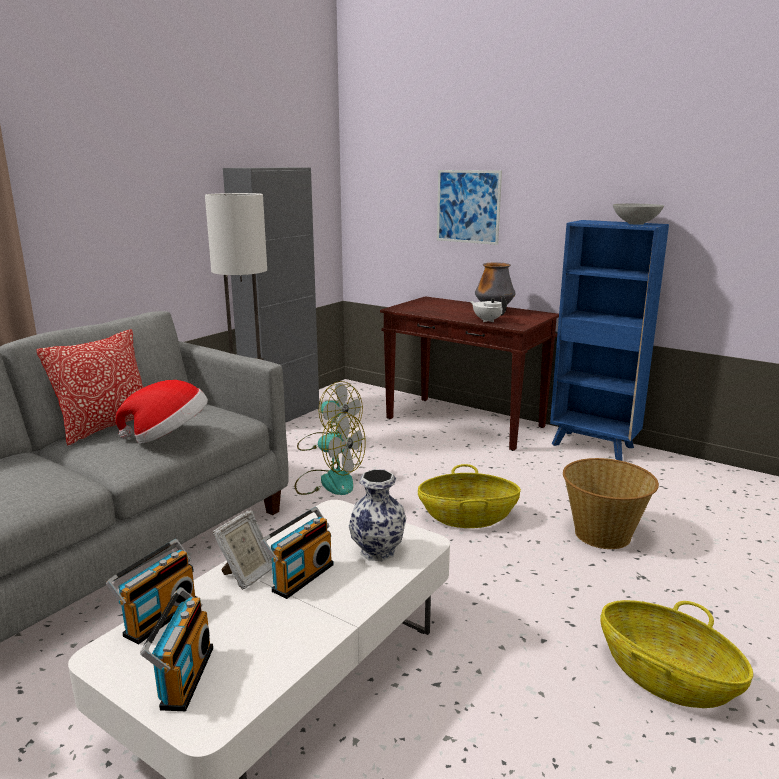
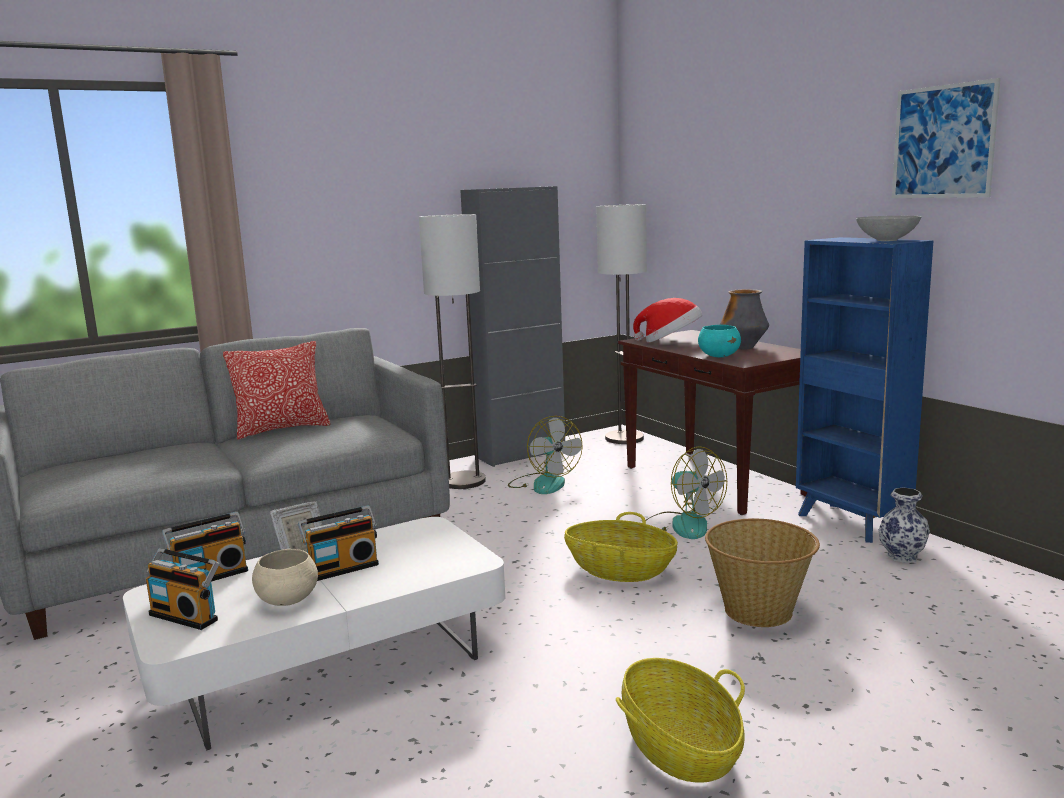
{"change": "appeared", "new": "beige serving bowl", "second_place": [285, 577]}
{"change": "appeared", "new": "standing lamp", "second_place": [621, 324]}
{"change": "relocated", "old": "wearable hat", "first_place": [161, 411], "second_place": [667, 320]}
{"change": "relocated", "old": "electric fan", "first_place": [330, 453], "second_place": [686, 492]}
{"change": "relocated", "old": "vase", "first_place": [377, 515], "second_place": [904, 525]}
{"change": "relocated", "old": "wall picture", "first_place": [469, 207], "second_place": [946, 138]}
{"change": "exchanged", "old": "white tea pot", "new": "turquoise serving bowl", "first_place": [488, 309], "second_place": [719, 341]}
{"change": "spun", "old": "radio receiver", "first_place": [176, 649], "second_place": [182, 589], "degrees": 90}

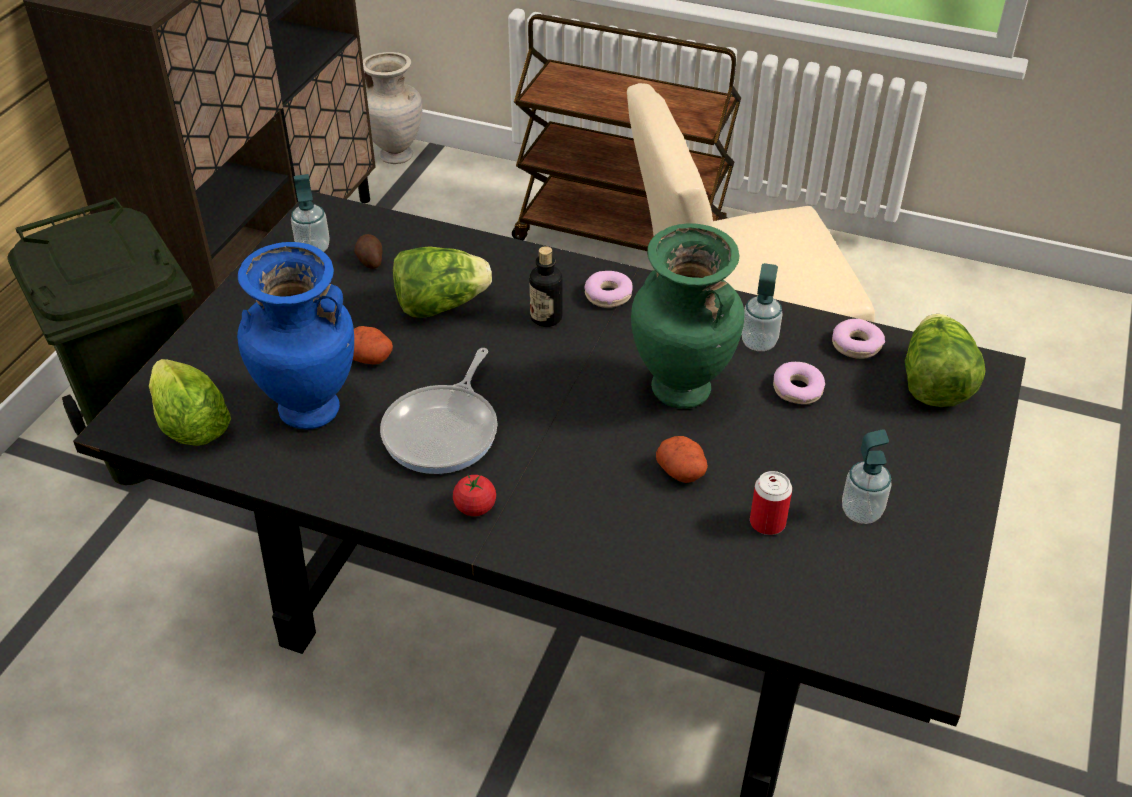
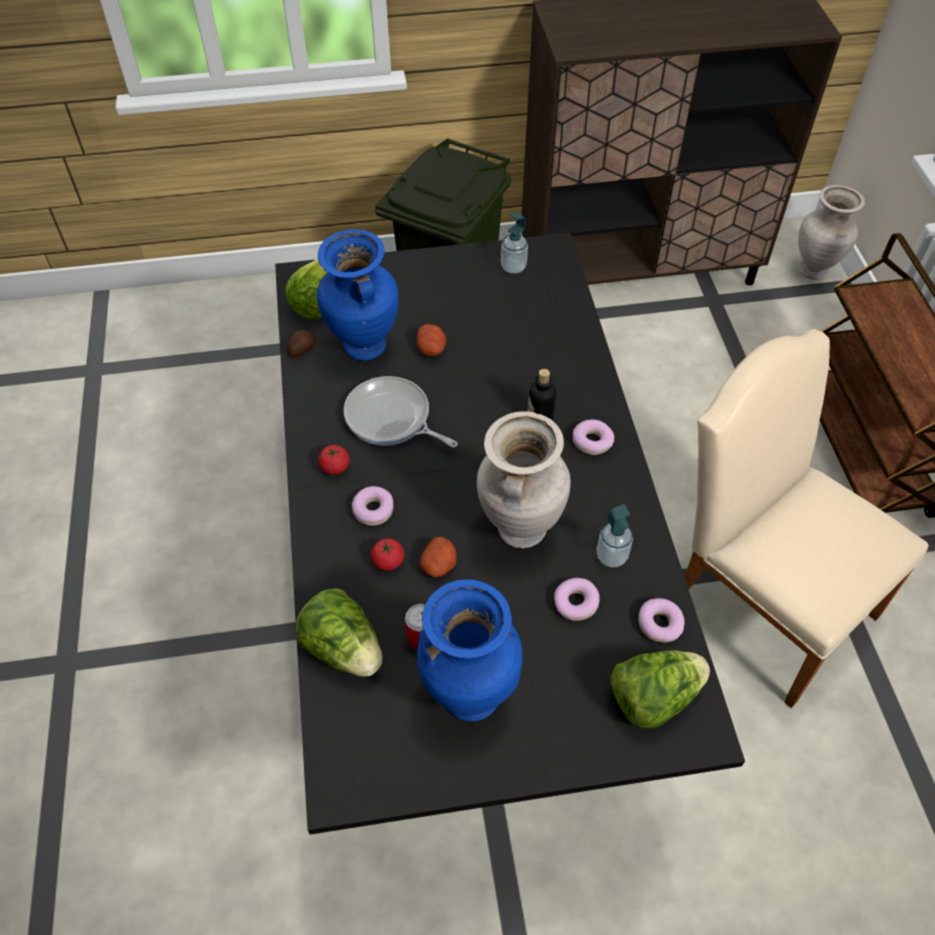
{"change": "appeared", "new": "donut", "second_place": [373, 506]}
{"change": "appeared", "new": "tomato", "second_place": [387, 554]}
{"change": "relocated", "old": "spud", "first_place": [368, 251], "second_place": [301, 343]}
{"change": "relocated", "old": "lettuce", "first_place": [442, 282], "second_place": [339, 632]}
{"change": "exchanged", "old": "soap bottle", "new": "blue vase", "first_place": [867, 476], "second_place": [470, 650]}
{"change": "colour", "old": "green vase", "new": "beige vase", "first_place": [688, 316], "second_place": [524, 480]}
{"change": "spun", "old": "skillet", "first_place": [439, 411], "second_place": [401, 412], "degrees": 45}

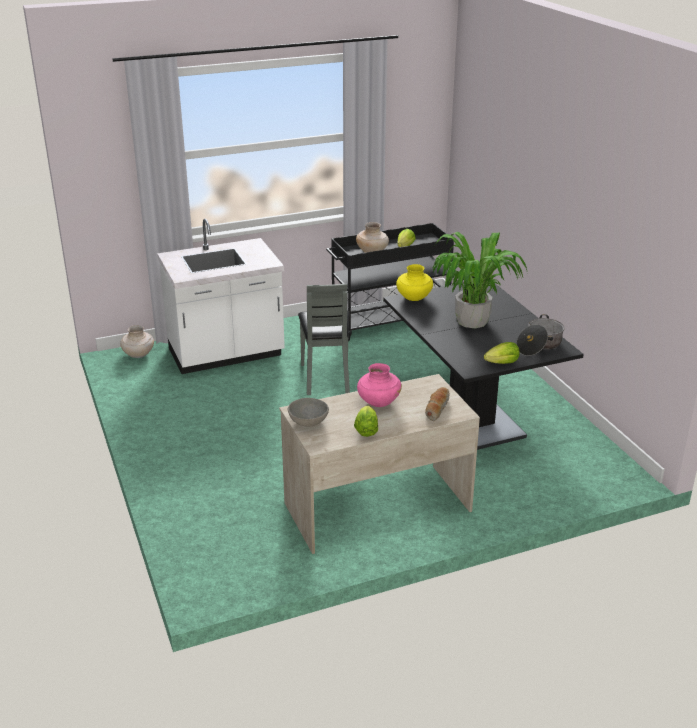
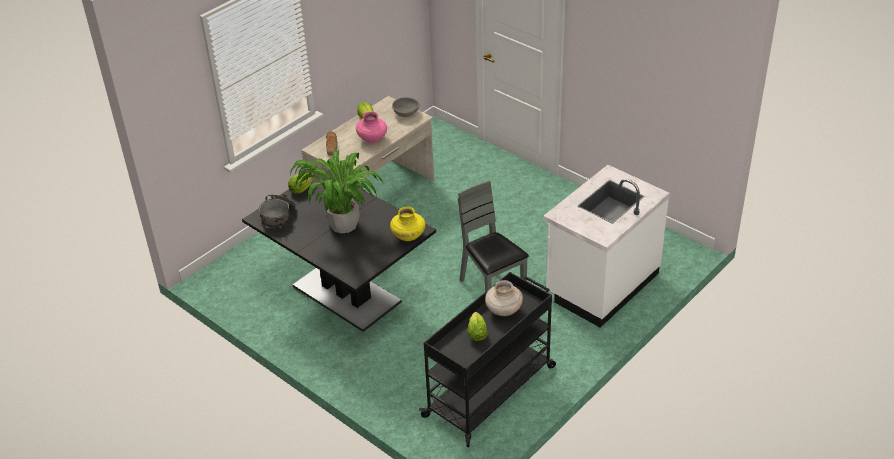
{"change": "missing", "old": "beige vase", "first_place": [137, 341]}

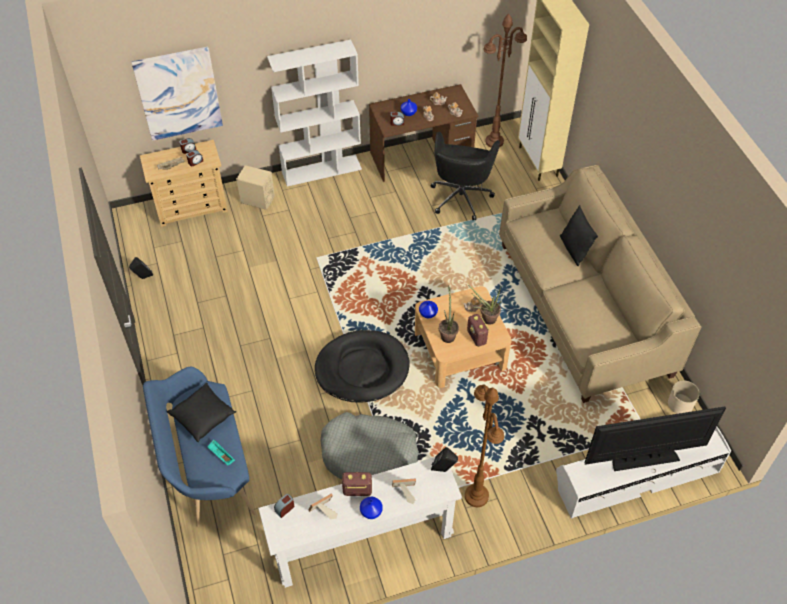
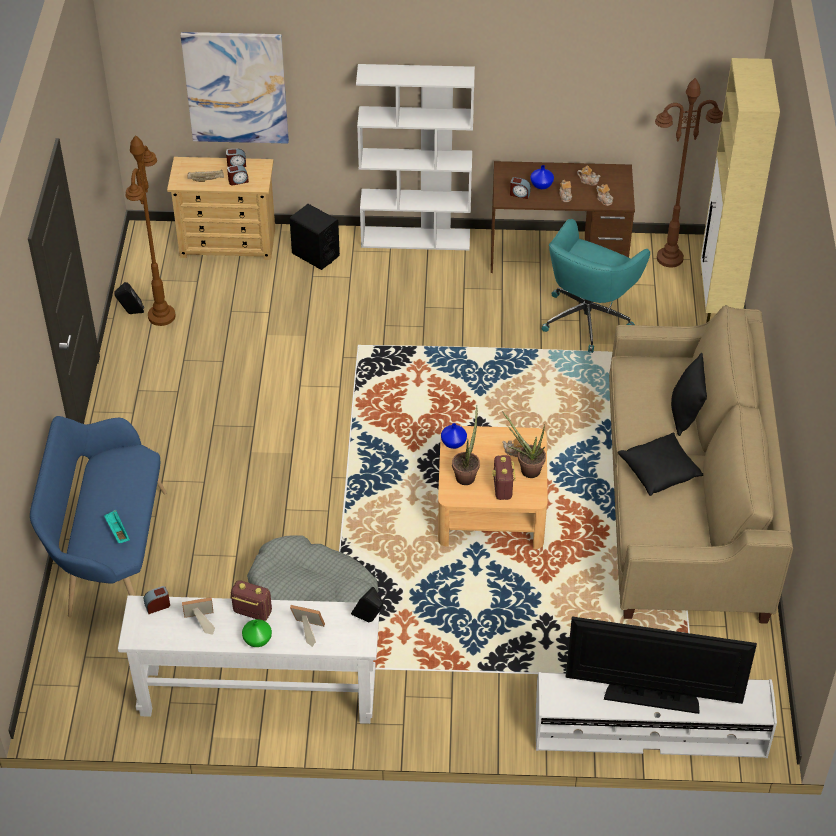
{"change": "missing", "old": "blackish dog bed", "first_place": [362, 366]}
{"change": "missing", "old": "beige plant pot", "first_place": [684, 397]}
{"change": "relocated", "old": "blackish cushion", "first_place": [201, 412], "second_place": [660, 464]}
{"change": "relocated", "old": "brownish standing lamp", "first_place": [484, 446], "second_place": [151, 230]}
{"change": "colour", "old": "beige loudspeaker", "new": "blackish loudspeaker", "first_place": [255, 187], "second_place": [315, 237]}
{"change": "colour", "old": "blue vase", "new": "green vase", "first_place": [371, 508], "second_place": [257, 633]}
{"change": "colour", "old": "blackish desk chair", "new": "turquoise desk chair", "first_place": [465, 176], "second_place": [595, 286]}

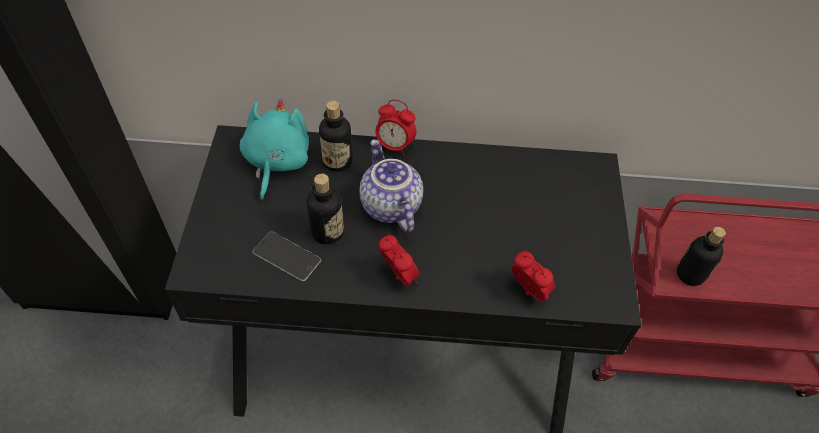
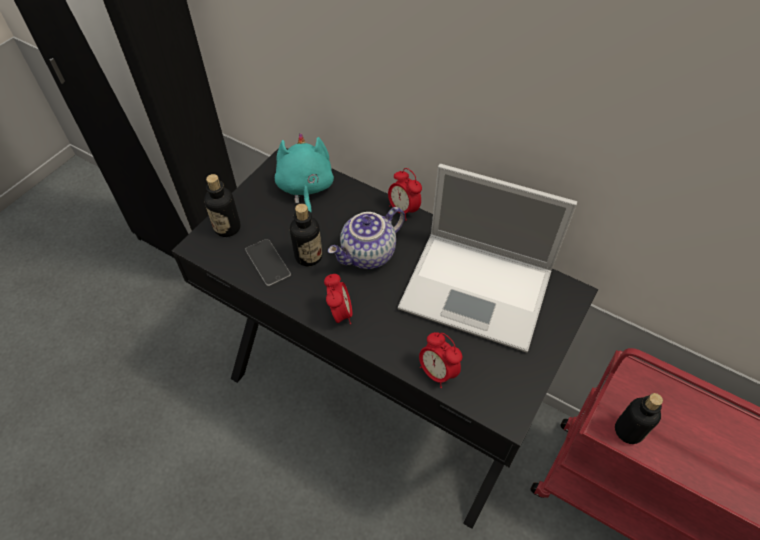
{"change": "appeared", "new": "portable computer", "second_place": [487, 258]}
{"change": "relocated", "old": "drink bottle", "first_place": [336, 136], "second_place": [222, 205]}
{"change": "spun", "old": "turquoise cuddly toy", "first_place": [274, 149], "second_place": [304, 172], "degrees": -45}
{"change": "spun", "old": "tea pot", "first_place": [391, 186], "second_place": [366, 238], "degrees": -135}
{"change": "spun", "old": "bedside clock", "first_place": [533, 276], "second_place": [440, 360], "degrees": 150}

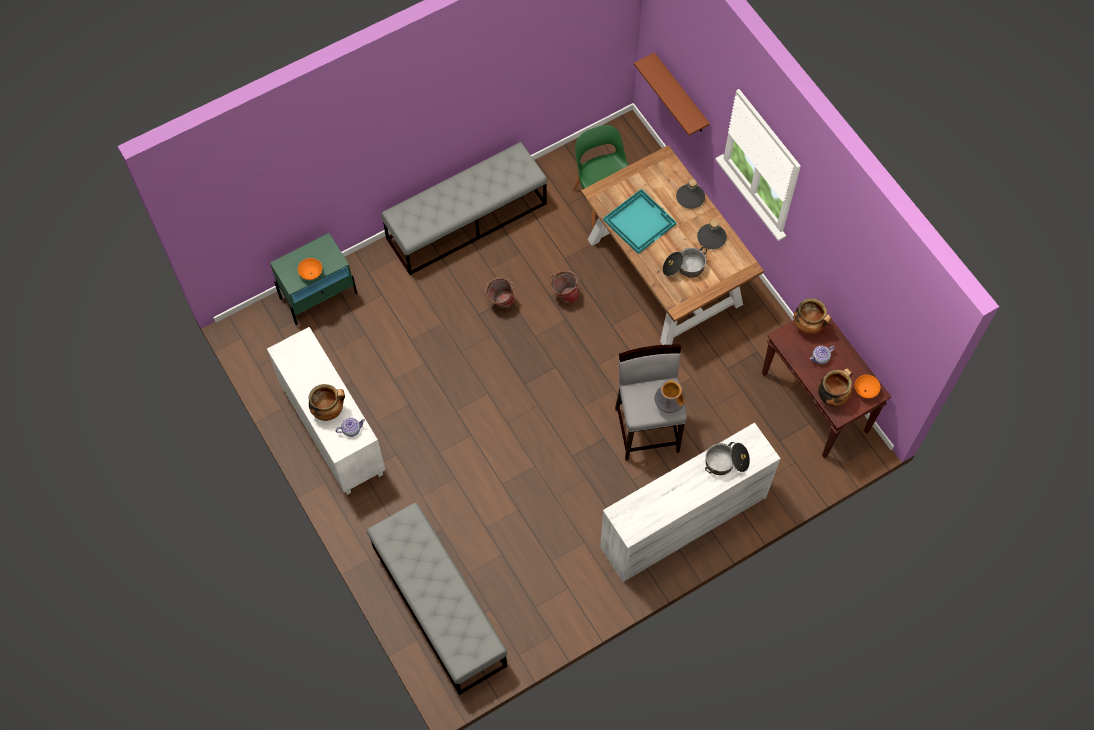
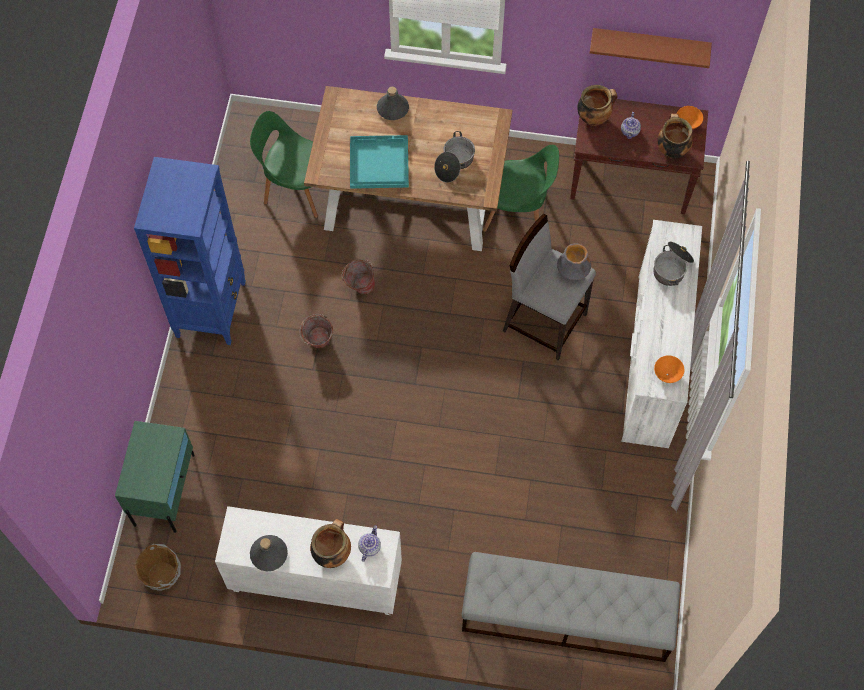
{"change": "appeared", "new": "brownish pail", "second_place": [158, 567]}
{"change": "appeared", "new": "green plain chair", "second_place": [521, 188]}
{"change": "relocated", "old": "orange serving bowl", "first_place": [310, 269], "second_place": [669, 369]}
{"change": "relocated", "old": "brownish bracket shelf", "first_place": [672, 94], "second_place": [651, 48]}
{"change": "relocated", "old": "grey drink bottle", "first_place": [712, 234], "second_place": [269, 553]}
{"change": "exchanged", "old": "grey indoor bench", "new": "blue bookcase", "first_place": [464, 208], "second_place": [190, 251]}

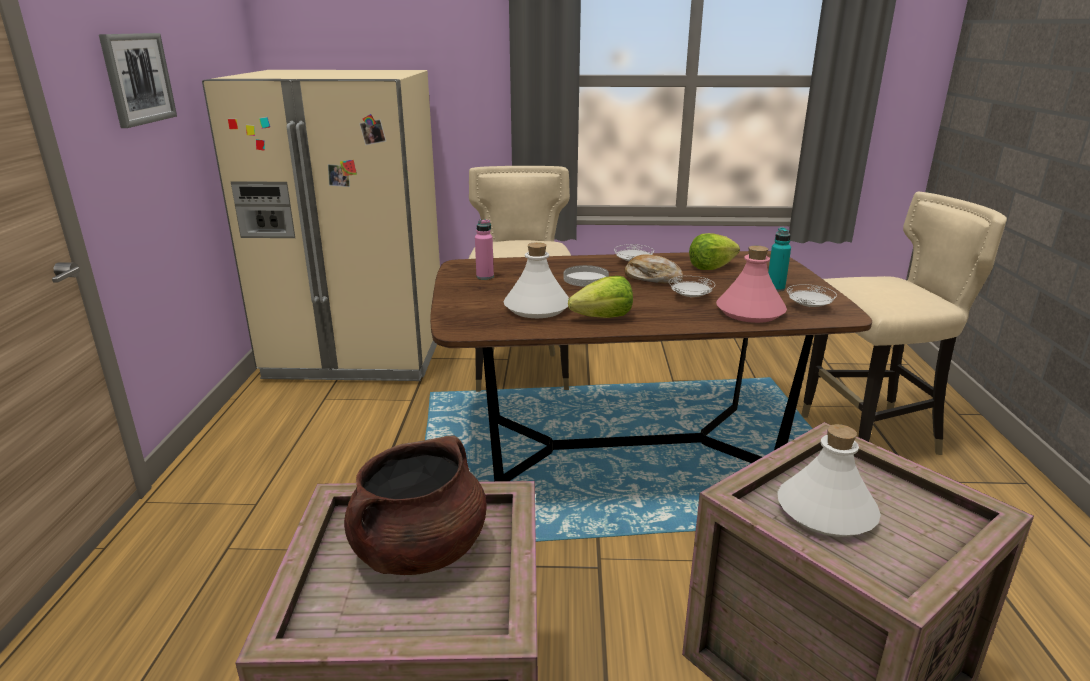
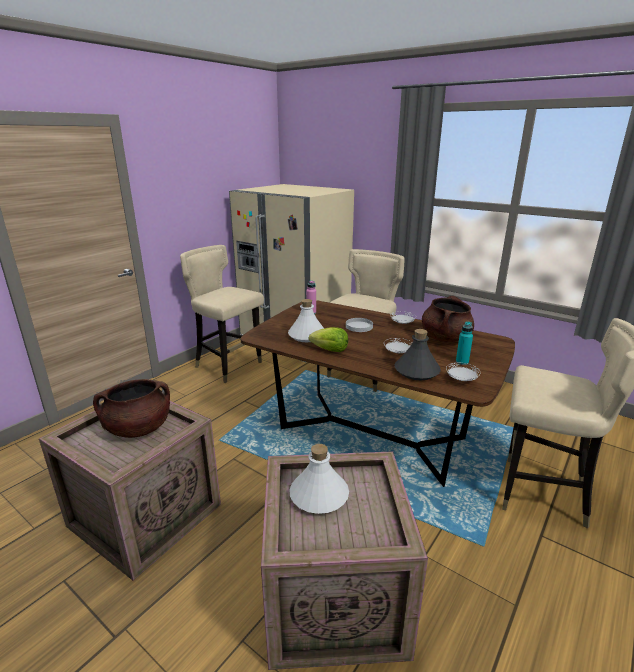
{"change": "missing", "old": "wall picture", "first_place": [138, 80]}
{"change": "missing", "old": "bakery bread", "first_place": [654, 269]}
{"change": "appeared", "new": "beige plain chair", "second_place": [222, 314]}
{"change": "exchanged", "old": "lettuce", "new": "brownish stockpot", "first_place": [714, 251], "second_place": [448, 319]}
{"change": "colour", "old": "pink-coloured drink bottle", "new": "grey drink bottle", "first_place": [751, 284], "second_place": [418, 354]}

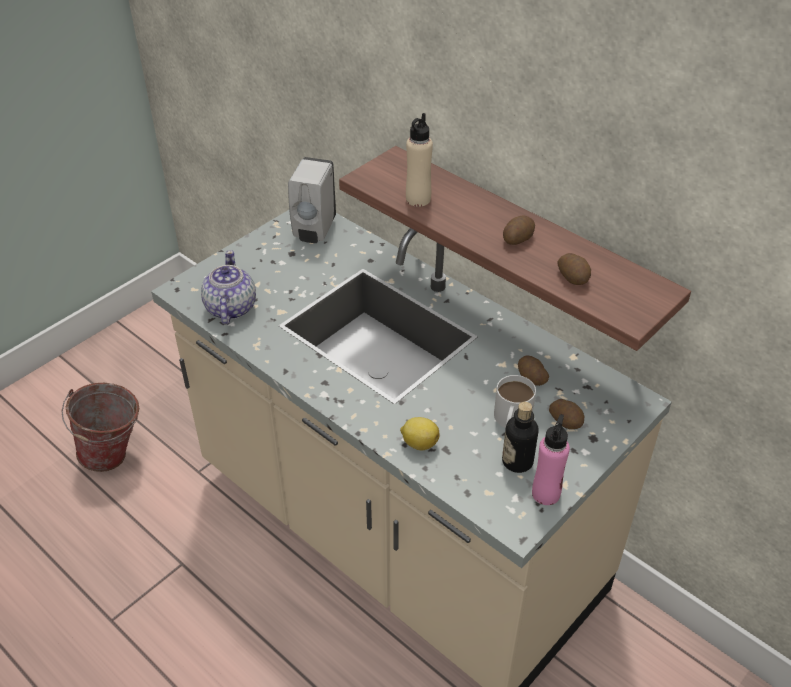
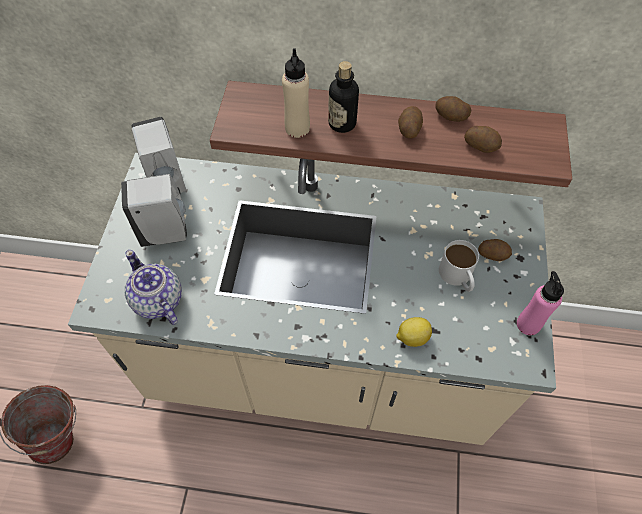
{"change": "appeared", "new": "white soap bottle", "second_place": [154, 210]}
{"change": "relocated", "old": "drink bottle", "first_place": [520, 437], "second_place": [343, 97]}
{"change": "relocated", "old": "spud", "first_place": [533, 371], "second_place": [453, 109]}

